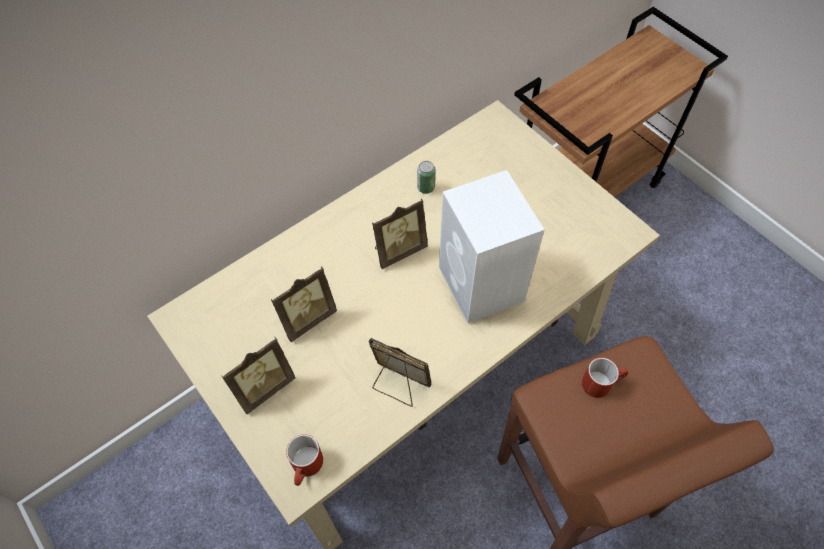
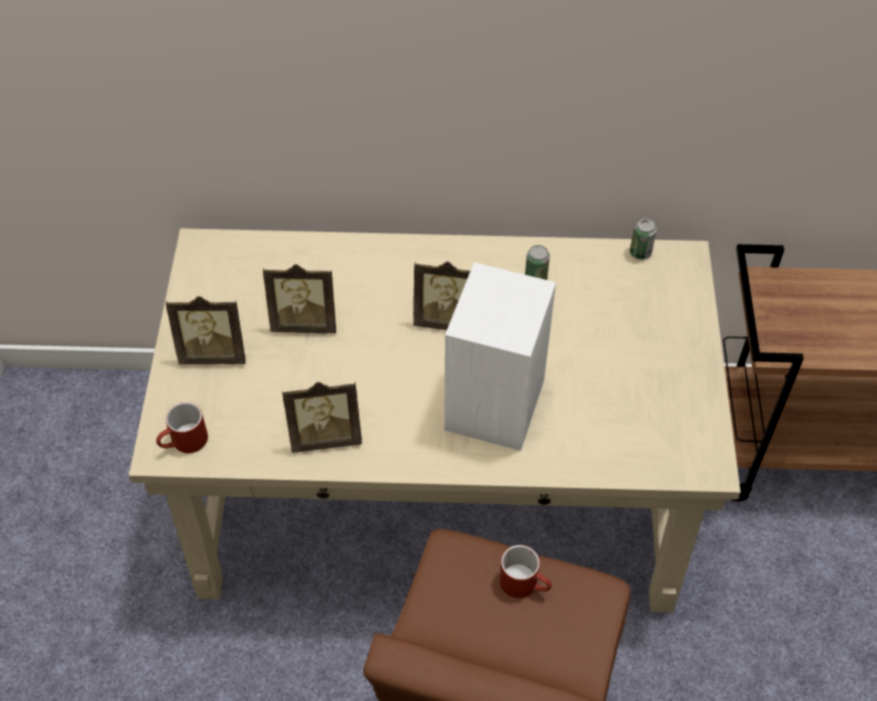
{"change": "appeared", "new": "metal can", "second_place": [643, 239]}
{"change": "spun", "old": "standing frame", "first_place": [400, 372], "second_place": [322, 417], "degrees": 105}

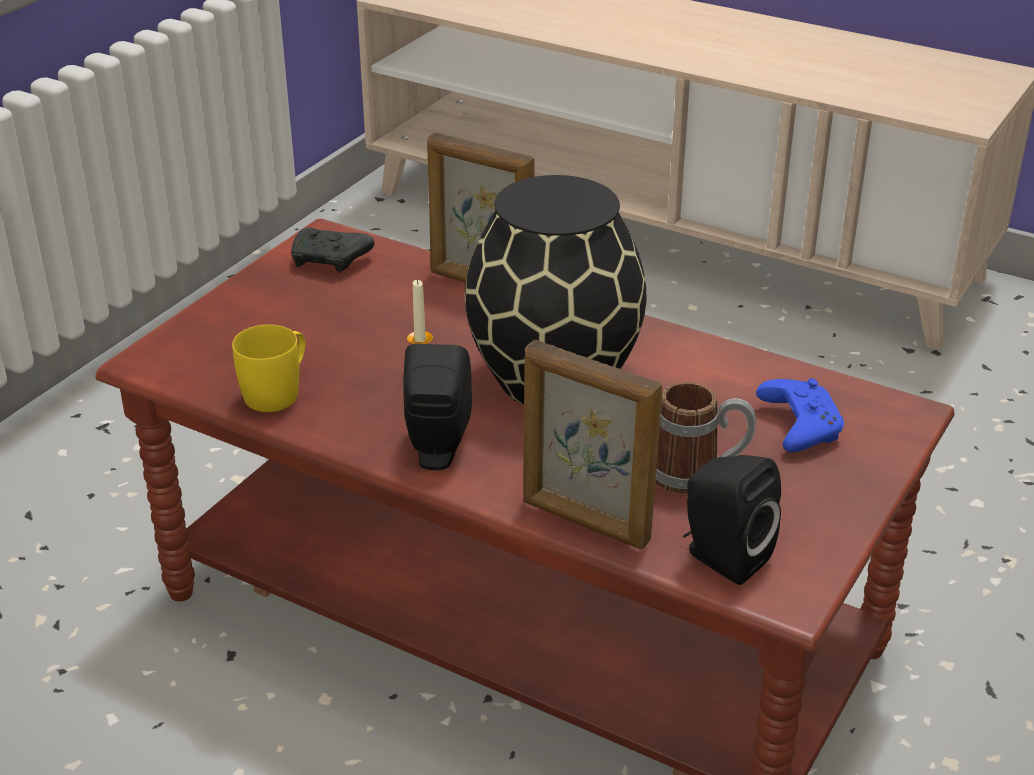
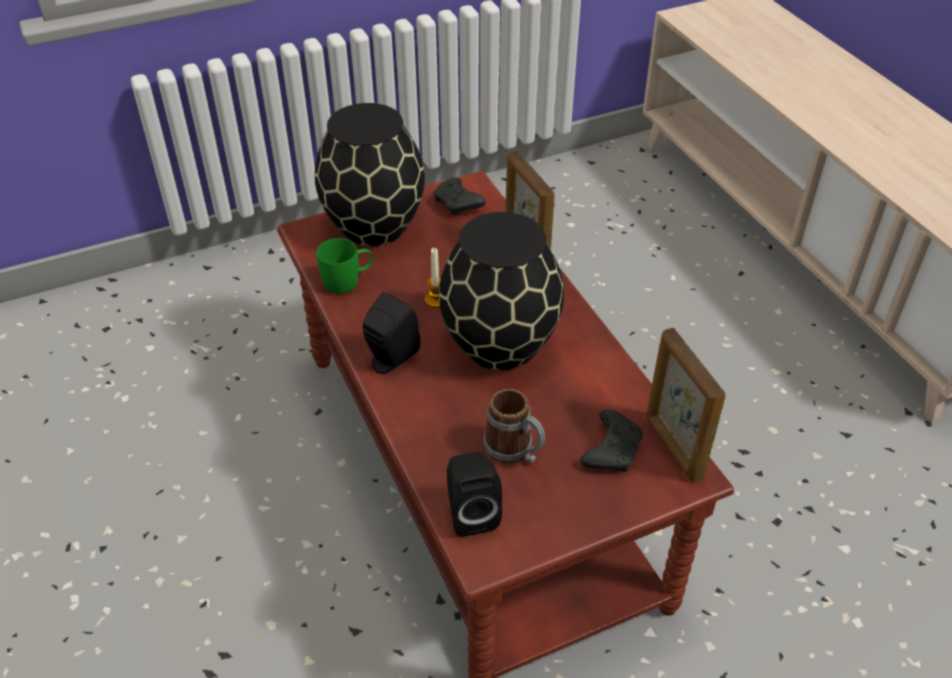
{"change": "appeared", "new": "blackish vase", "second_place": [369, 174]}
{"change": "relocated", "old": "standing frame", "first_place": [592, 444], "second_place": [686, 405]}
{"change": "colour", "old": "yellow coffee mug", "new": "green coffee mug", "first_place": [268, 368], "second_place": [344, 266]}
{"change": "colour", "old": "blue gamepad", "new": "blackish gamepad", "first_place": [800, 415], "second_place": [612, 441]}

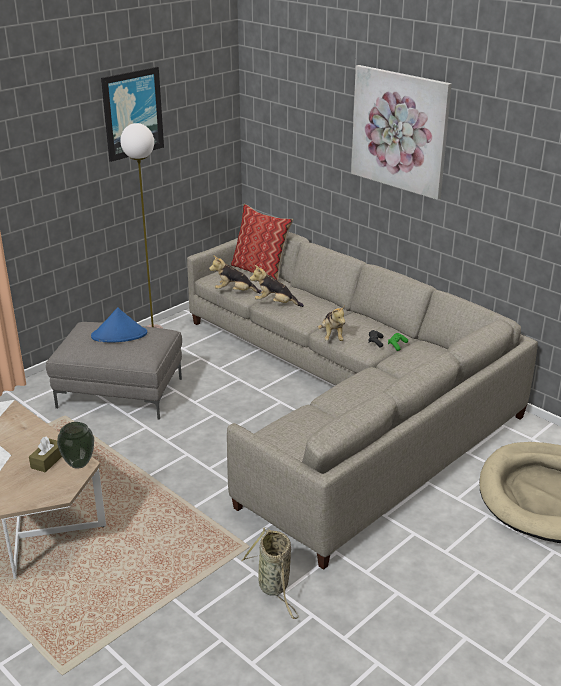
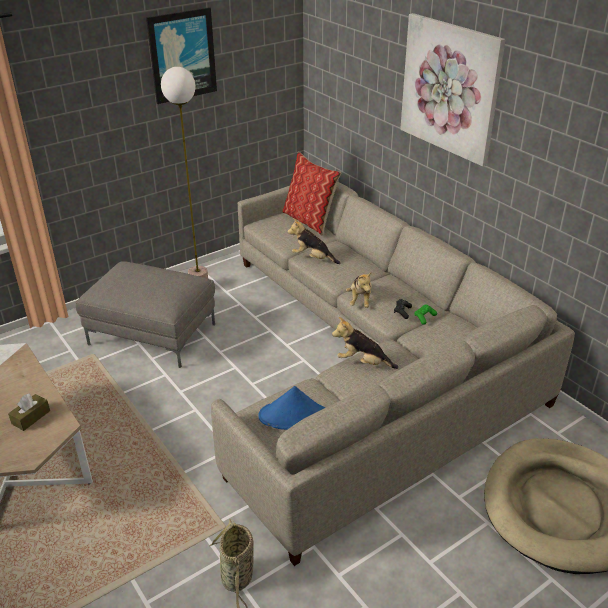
{"change": "missing", "old": "vase", "first_place": [75, 445]}
{"change": "relocated", "old": "blue wearable hat", "first_place": [119, 324], "second_place": [291, 408]}
{"change": "relocated", "old": "cuddly toy", "first_place": [235, 274], "second_place": [365, 343]}

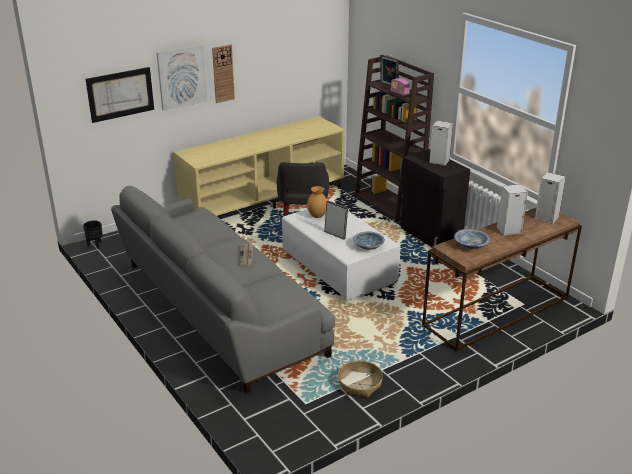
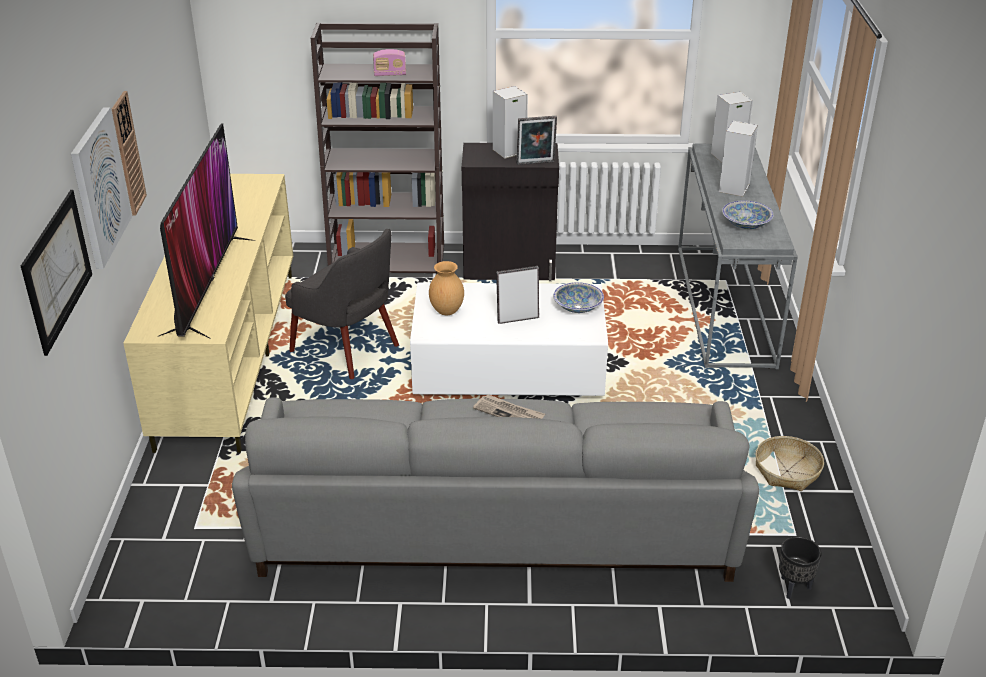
{"change": "appeared", "new": "television", "second_place": [206, 231]}
{"change": "relocated", "old": "blackish plant pot", "first_place": [92, 234], "second_place": [800, 568]}
{"change": "relocated", "old": "standing frame", "first_place": [389, 70], "second_place": [537, 140]}
{"change": "colour", "old": "brownish narrow table", "new": "grey narrow table", "first_place": [502, 279], "second_place": [738, 256]}

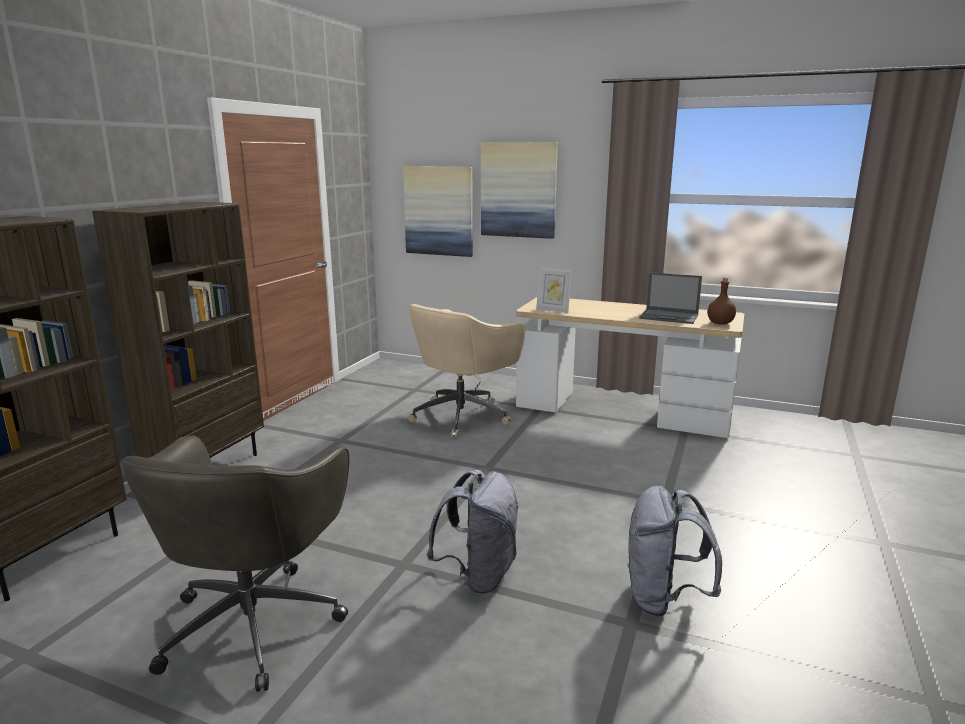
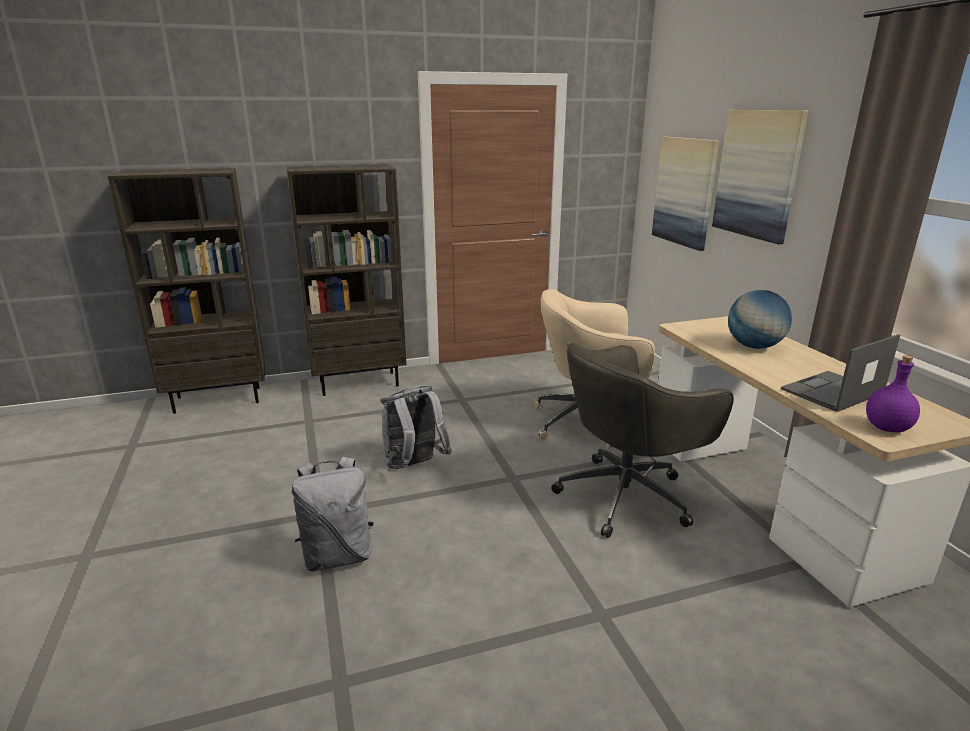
{"change": "missing", "old": "standing frame", "first_place": [554, 289]}
{"change": "appeared", "new": "desk globe", "second_place": [760, 319]}
{"change": "relocated", "old": "grey desk chair", "first_place": [234, 563], "second_place": [642, 440]}
{"change": "relocated", "old": "grey backpack", "first_place": [674, 550], "second_place": [416, 427]}
{"change": "colour", "old": "brownish drink bottle", "new": "purple drink bottle", "first_place": [721, 301], "second_place": [893, 393]}
{"change": "spun", "old": "portable computer", "first_place": [670, 298], "second_place": [840, 373], "degrees": 75}

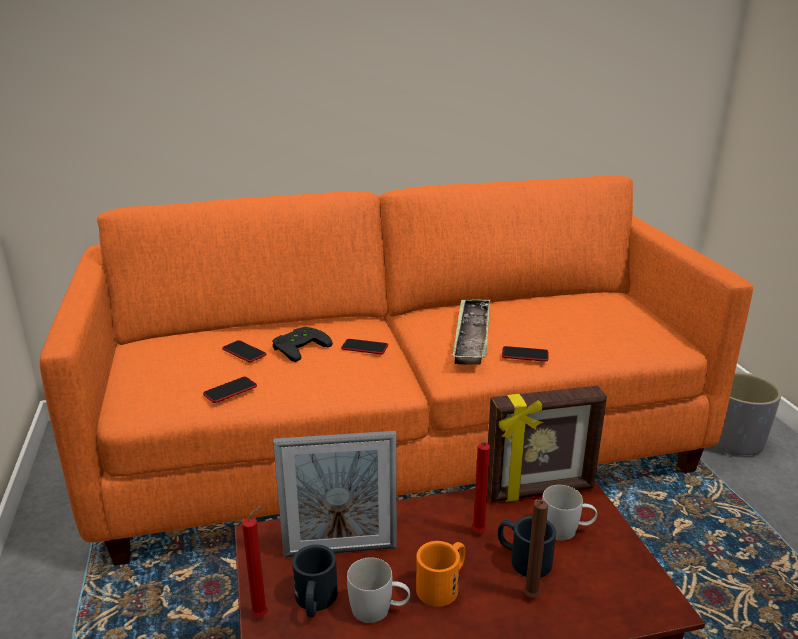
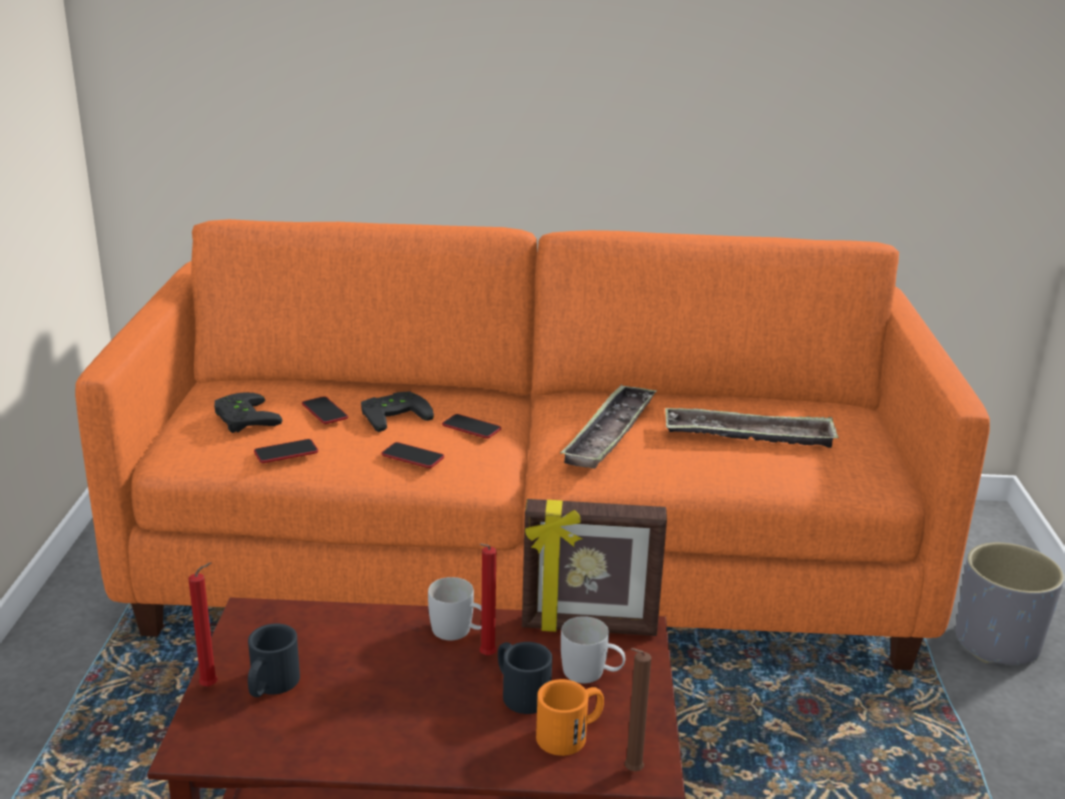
{"change": "missing", "old": "standing frame", "first_place": [335, 494]}
{"change": "appeared", "new": "blackish gamepad", "second_place": [248, 412]}
{"change": "appeared", "new": "carrying tray", "second_place": [752, 427]}
{"change": "relocated", "old": "white coffee mug", "first_place": [378, 590], "second_place": [455, 608]}
{"change": "relocated", "old": "orange coffee mug", "first_place": [440, 574], "second_place": [570, 717]}
{"change": "relocated", "old": "phone", "first_place": [525, 354], "second_place": [412, 455]}
{"change": "relocated", "old": "brownish candle", "first_place": [536, 548], "second_place": [637, 709]}

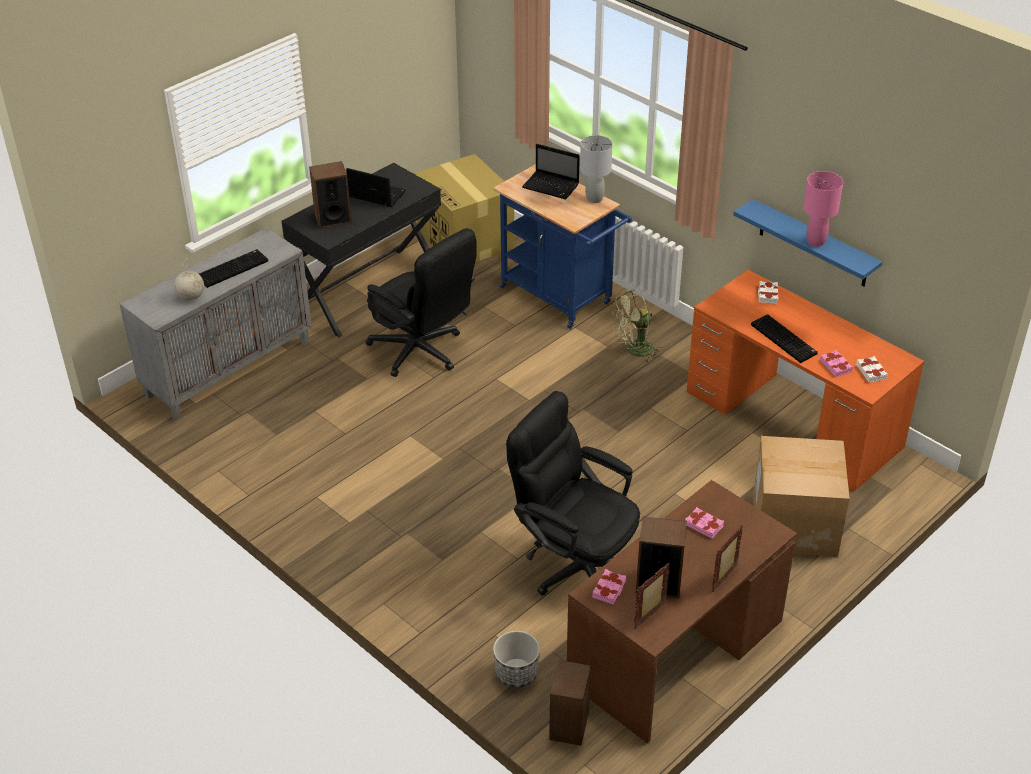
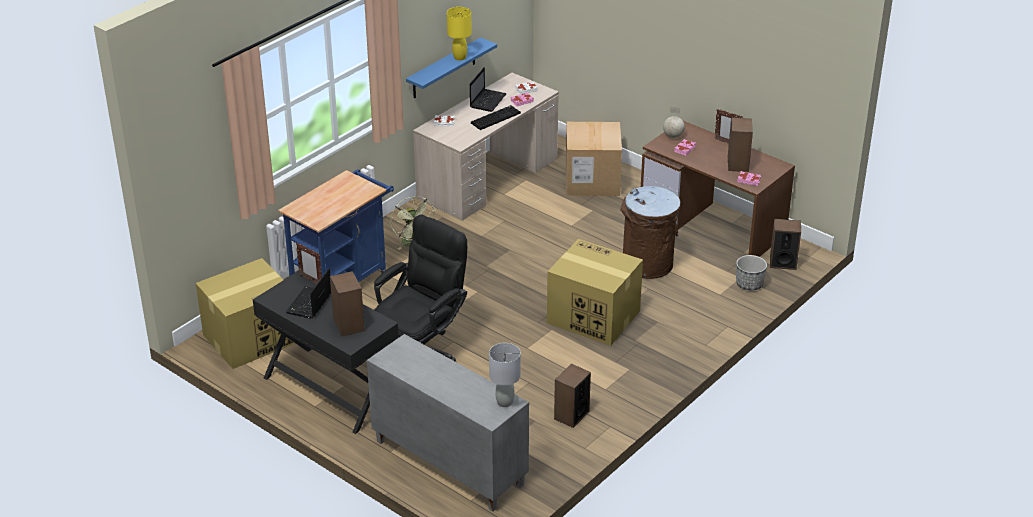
{"change": "missing", "old": "keyboard", "first_place": [233, 268]}
{"change": "appeared", "new": "carton", "second_place": [595, 292]}
{"change": "appeared", "new": "loudspeaker", "second_place": [572, 396]}
{"change": "relocated", "old": "desk globe", "first_place": [189, 278], "second_place": [674, 122]}
{"change": "relocated", "old": "portable computer", "first_place": [551, 171], "second_place": [488, 89]}
{"change": "relocated", "old": "grey lamp for a table", "first_place": [596, 169], "second_place": [505, 375]}
{"change": "relocated", "old": "standing frame", "first_place": [652, 596], "second_place": [309, 263]}
{"change": "exchanged", "old": "blackish desk chair", "new": "brownish trash can", "first_place": [573, 493], "second_place": [650, 232]}
{"change": "colour", "old": "orange desk", "new": "beige desk", "first_place": [805, 380], "second_place": [486, 147]}
{"change": "colour", "old": "pink-coloured lamp for a table", "new": "yellow lamp for a table", "first_place": [823, 209], "second_place": [459, 33]}

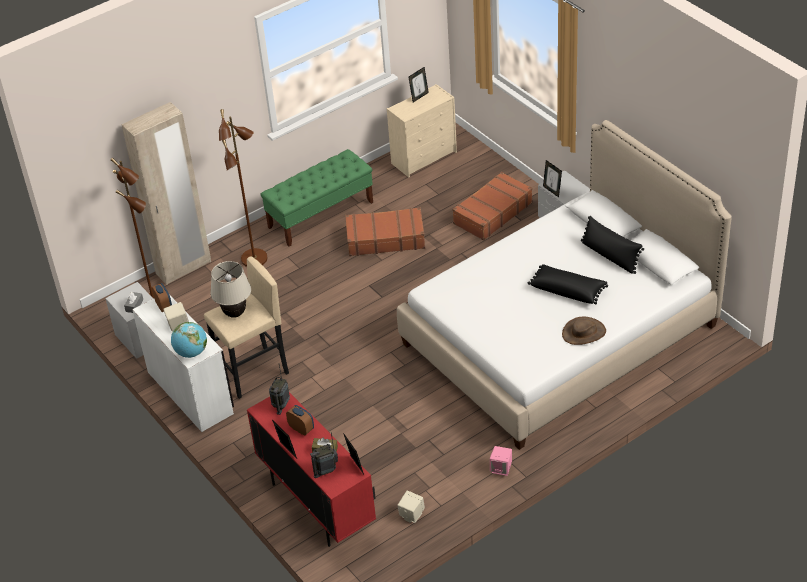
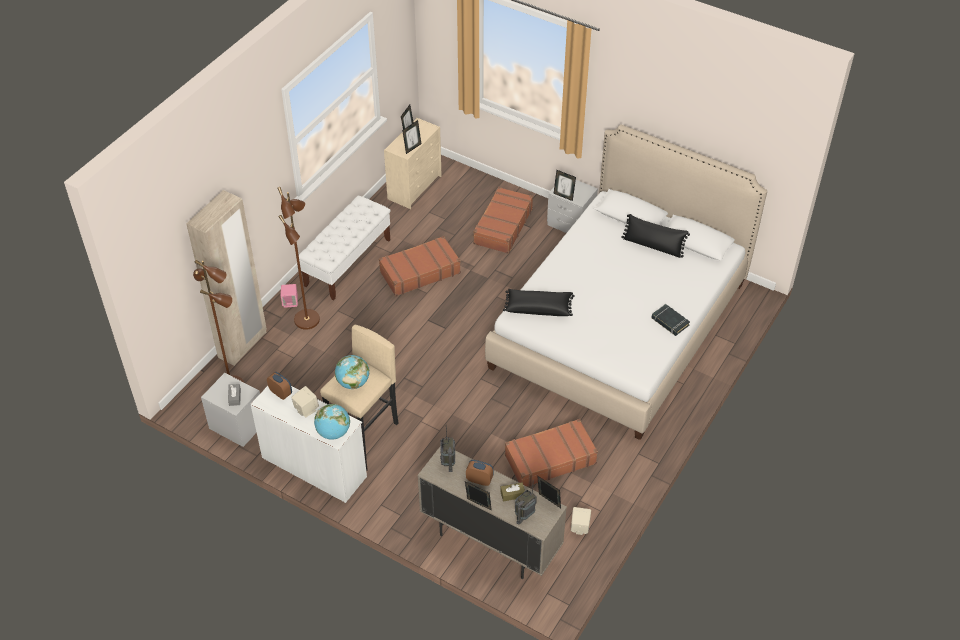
{"change": "appeared", "new": "standing frame", "second_place": [411, 137]}
{"change": "appeared", "new": "brownish piece of luggage", "second_place": [551, 453]}
{"change": "relocated", "old": "pink-coloured loudspeaker", "first_place": [501, 461], "second_place": [289, 296]}
{"change": "relocated", "old": "blackish cushion", "first_place": [568, 284], "second_place": [539, 302]}
{"change": "exchanged", "old": "beige lamp for a table", "new": "desk globe", "first_place": [230, 289], "second_place": [352, 372]}
{"change": "exchanged", "old": "brownish wearable hat", "new": "blackish volume", "first_place": [584, 331], "second_place": [670, 320]}
{"change": "colour", "old": "red-coloured storage cabinet", "new": "beige storage cabinet", "first_place": [311, 469], "second_place": [492, 512]}
{"change": "colour", "old": "green indoor bench", "new": "white indoor bench", "first_place": [316, 198], "second_place": [344, 248]}

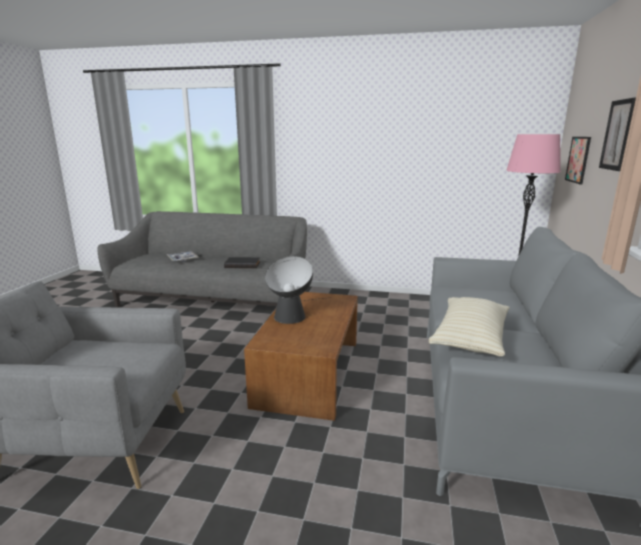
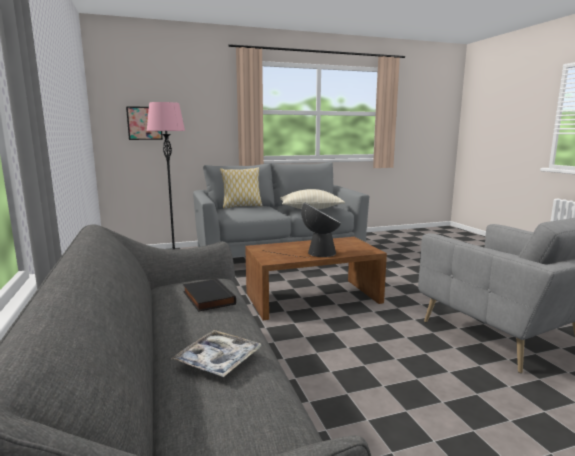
{"change": "missing", "old": "wall picture", "first_place": [617, 134]}
{"change": "appeared", "new": "cushion", "second_place": [241, 188]}

